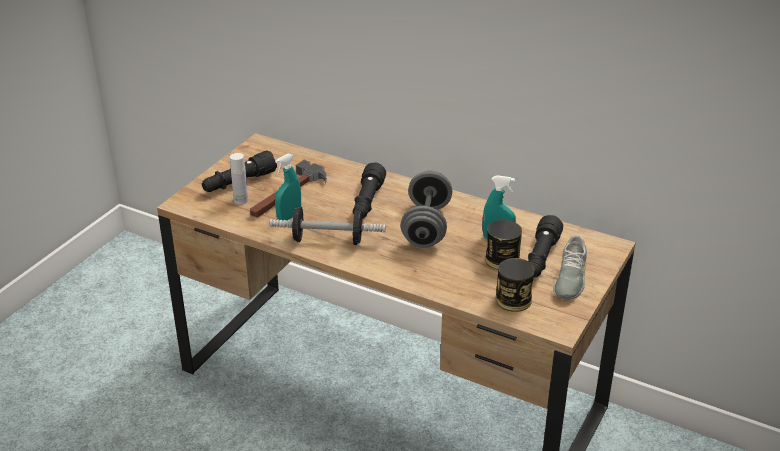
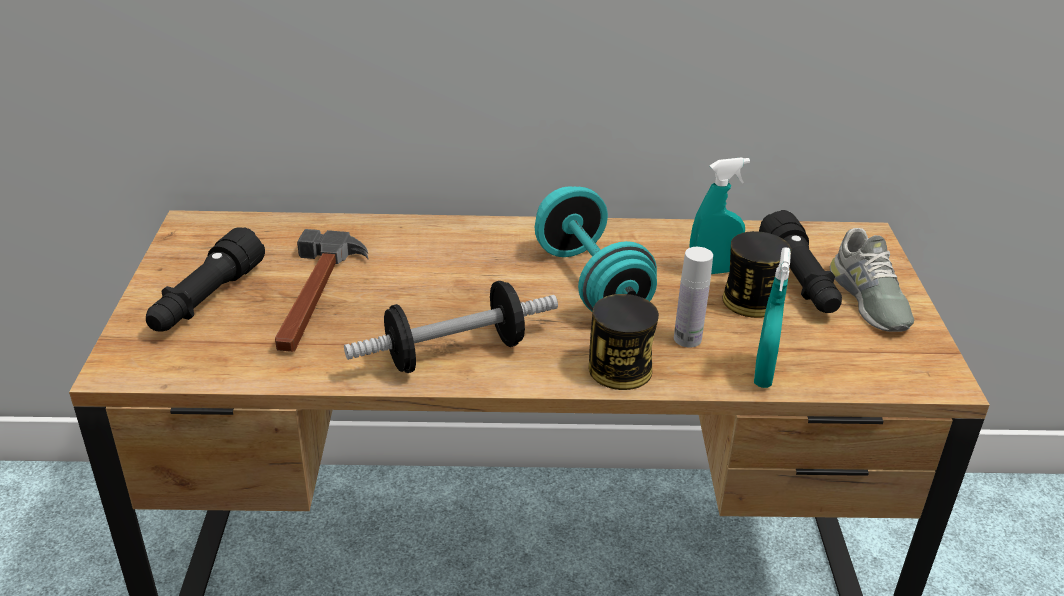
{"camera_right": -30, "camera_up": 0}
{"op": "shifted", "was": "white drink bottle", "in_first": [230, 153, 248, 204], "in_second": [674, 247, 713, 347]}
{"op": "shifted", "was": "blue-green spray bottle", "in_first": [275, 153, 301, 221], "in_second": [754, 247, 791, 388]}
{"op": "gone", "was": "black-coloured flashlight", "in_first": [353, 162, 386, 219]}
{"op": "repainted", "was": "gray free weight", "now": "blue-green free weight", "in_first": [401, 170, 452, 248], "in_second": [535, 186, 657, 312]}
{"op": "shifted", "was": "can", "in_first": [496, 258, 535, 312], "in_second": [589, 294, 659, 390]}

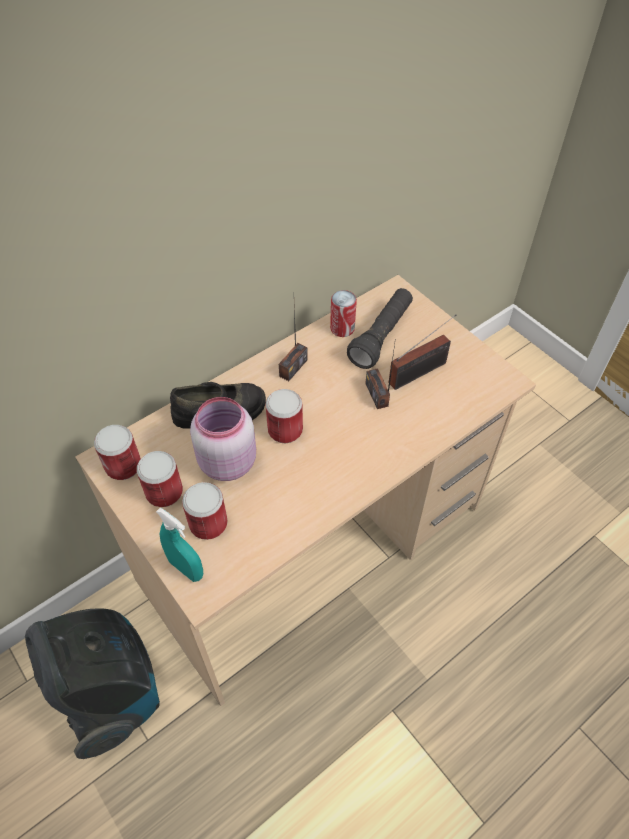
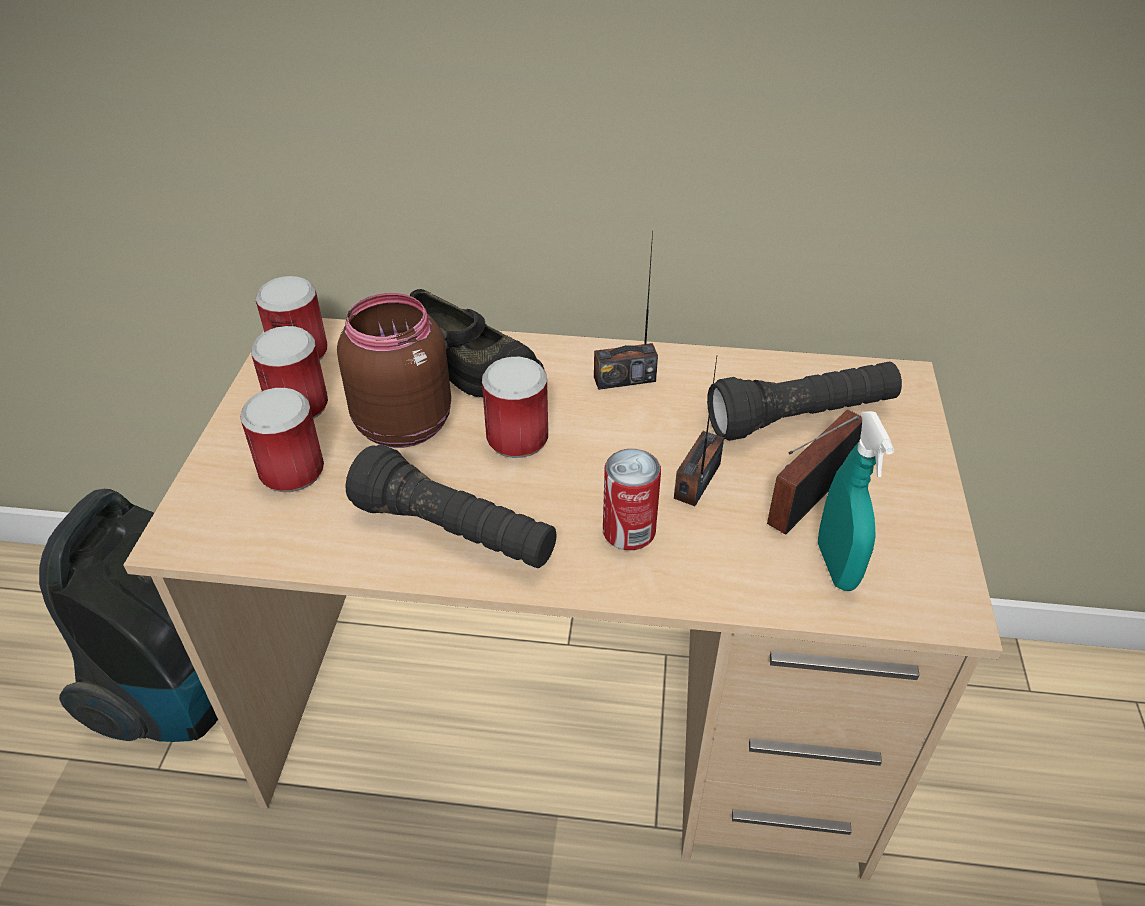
{"camera_right": 45, "camera_up": -10}
{"op": "shifted", "was": "can", "in_first": [330, 290, 357, 337], "in_second": [603, 449, 661, 550]}
{"op": "rotated", "was": "radio", "in_first": [389, 314, 456, 390], "in_second": [767, 409, 862, 534], "clockwise": 120}
{"op": "repainted", "was": "pinkish preserve jar", "now": "brownish preserve jar", "in_first": [190, 397, 256, 481], "in_second": [337, 293, 451, 448]}
{"op": "shifted", "was": "blue-green spray bottle", "in_first": [156, 507, 203, 582], "in_second": [818, 411, 894, 591]}
{"op": "new", "now": "black-coloured flashlight", "in_second": [345, 445, 557, 568]}

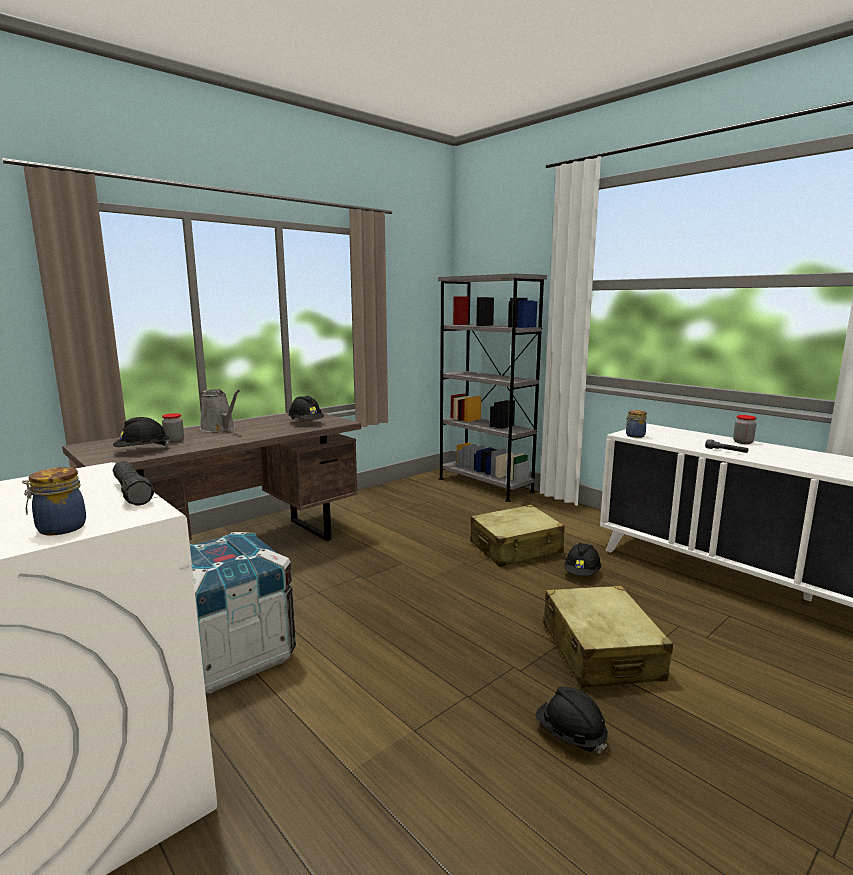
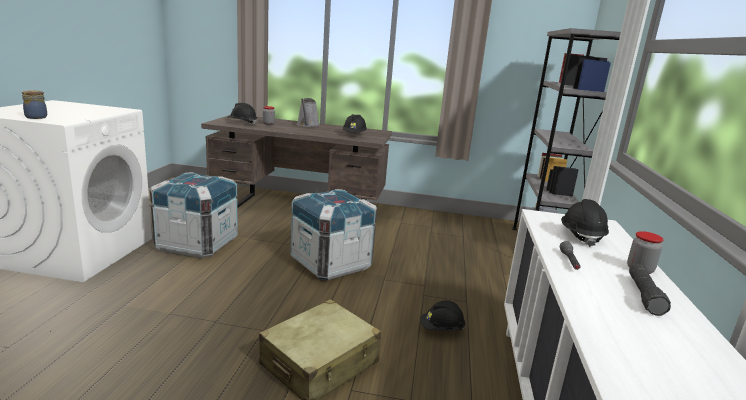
{"camera_right": 50, "camera_up": 5}
{"op": "gone", "was": "preserve jar", "in_first": [625, 410, 647, 438]}
{"op": "shifted", "was": "black-coloured flashlight", "in_first": [113, 461, 154, 506], "in_second": [629, 264, 671, 316]}
{"op": "gone", "was": "beige piece of luggage", "in_first": [470, 505, 565, 567]}
{"op": "shifted", "was": "black-coloured work helmet", "in_first": [535, 687, 608, 754], "in_second": [561, 199, 609, 247]}
{"op": "new", "now": "crate", "in_second": [290, 189, 377, 280]}

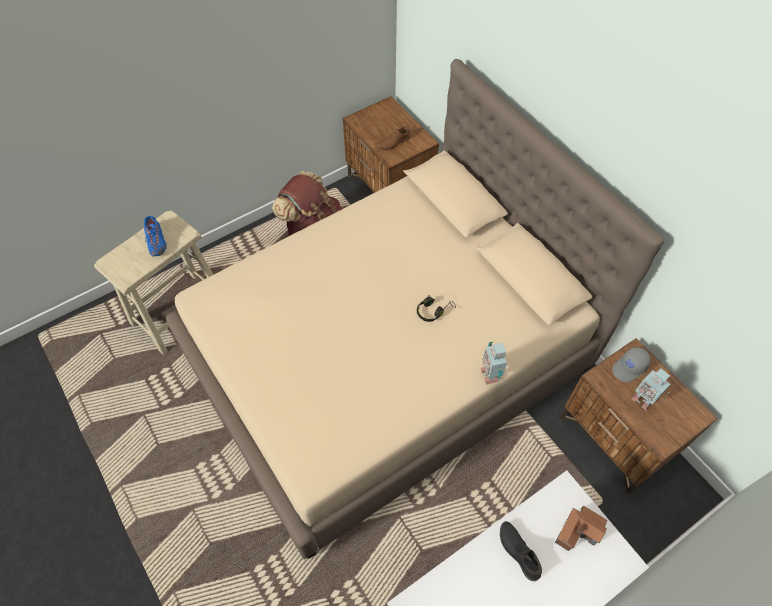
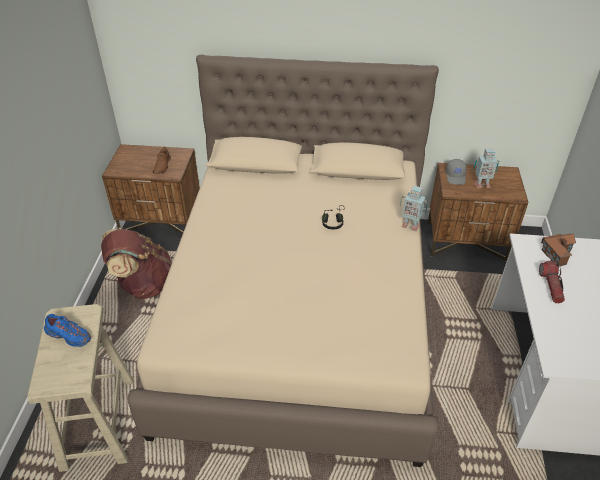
{"camera_right": -50, "camera_up": -15}
{"op": "swapped", "was": "black-coloured shoe", "now": "flashlight", "in_first": [500, 521, 542, 581], "in_second": [539, 261, 565, 303]}

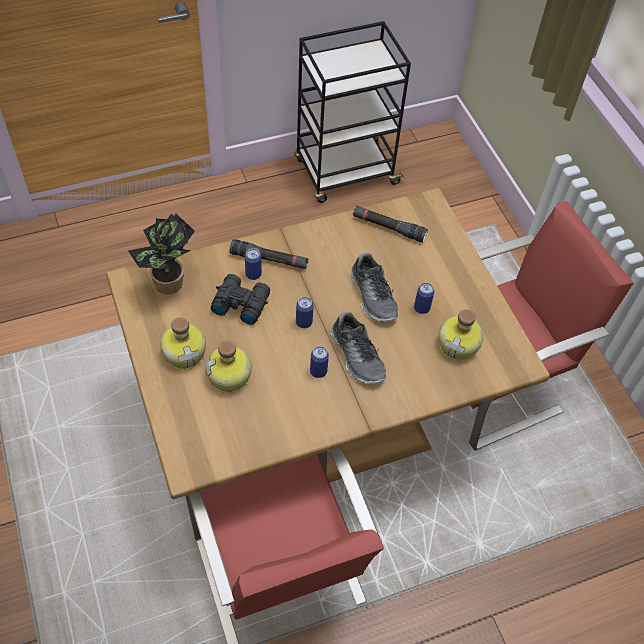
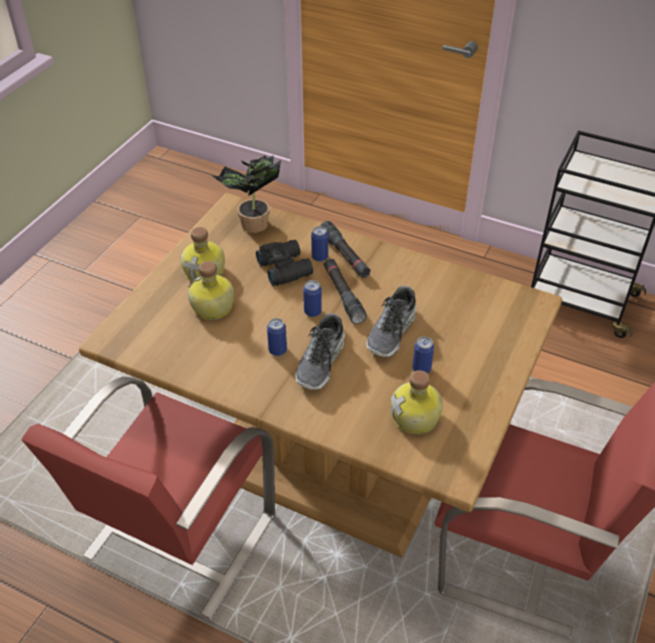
{"camera_right": 50, "camera_up": -10}
{"op": "shifted", "was": "black-coloured flashlight", "in_first": [353, 206, 428, 243], "in_second": [324, 259, 367, 324]}

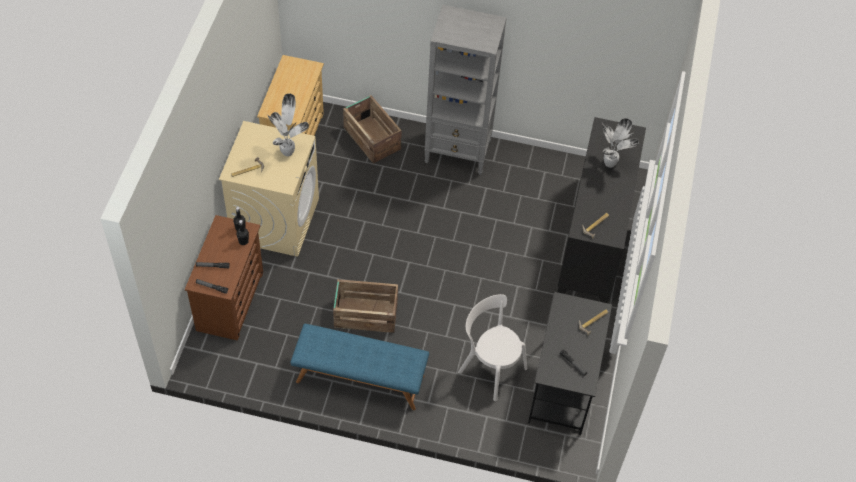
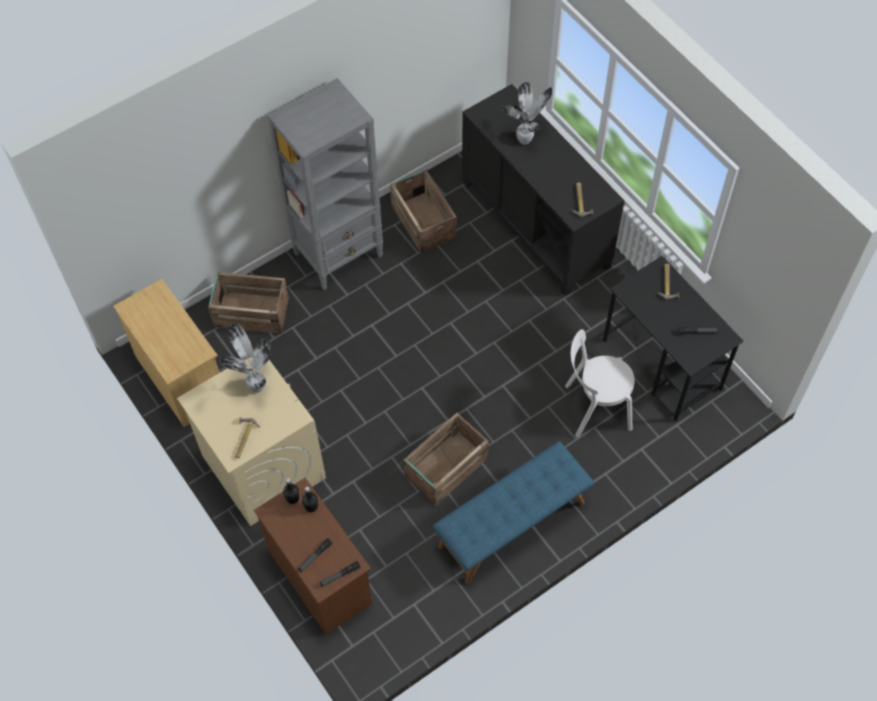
{"camera_right": -45, "camera_up": 5}
{"op": "new", "now": "crate", "in_second": [390, 169, 457, 253]}

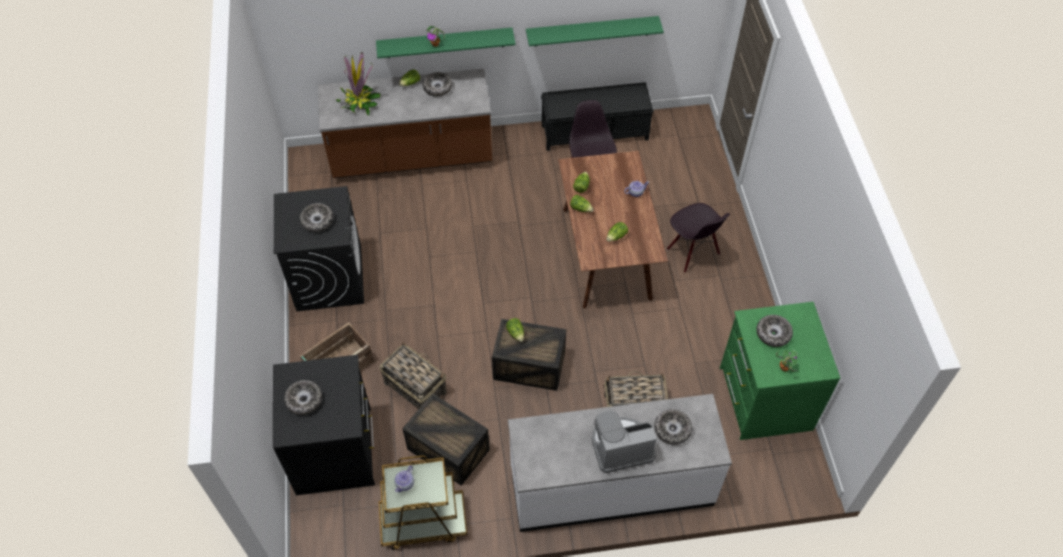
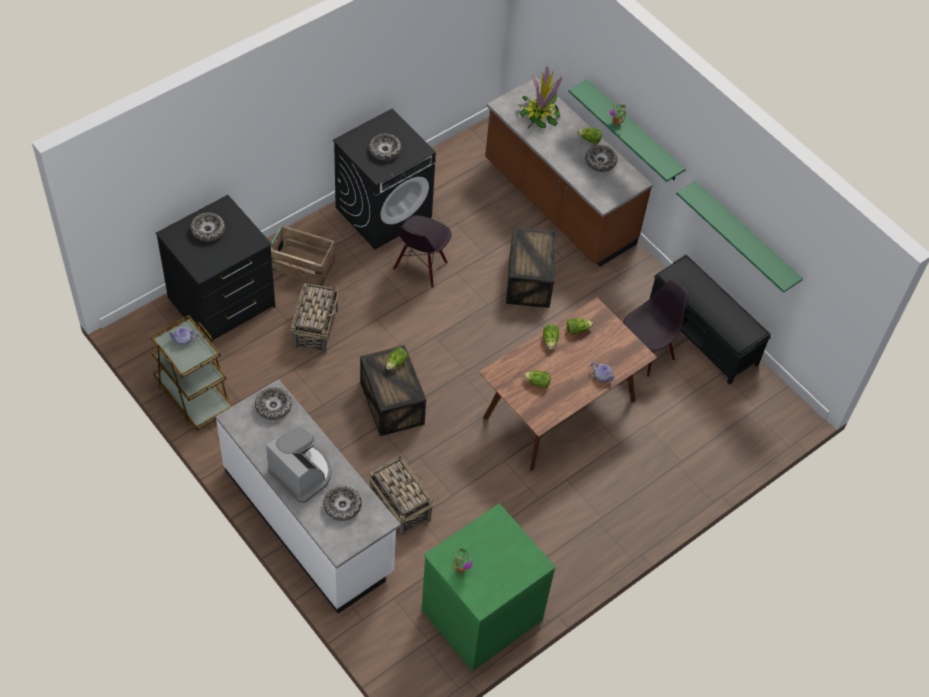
{"camera_right": 55, "camera_up": 0}
{"op": "shifted", "was": "black-coloured chair", "in_first": [667, 203, 730, 273], "in_second": [393, 215, 452, 288]}
{"op": "shifted", "was": "bowl", "in_first": [756, 315, 793, 347], "in_second": [255, 387, 292, 420]}
{"op": "shifted", "was": "crate", "in_first": [402, 393, 490, 486], "in_second": [506, 227, 557, 308]}

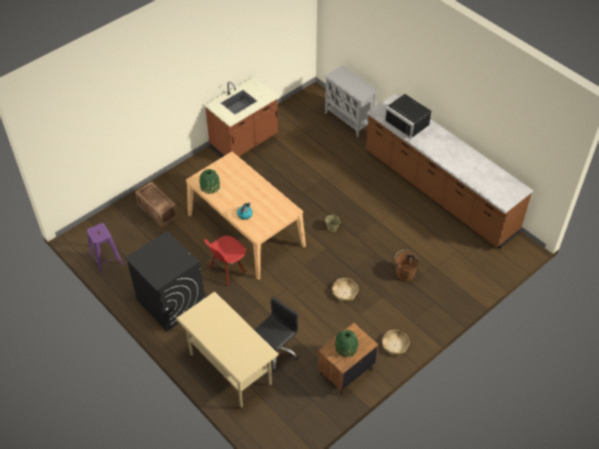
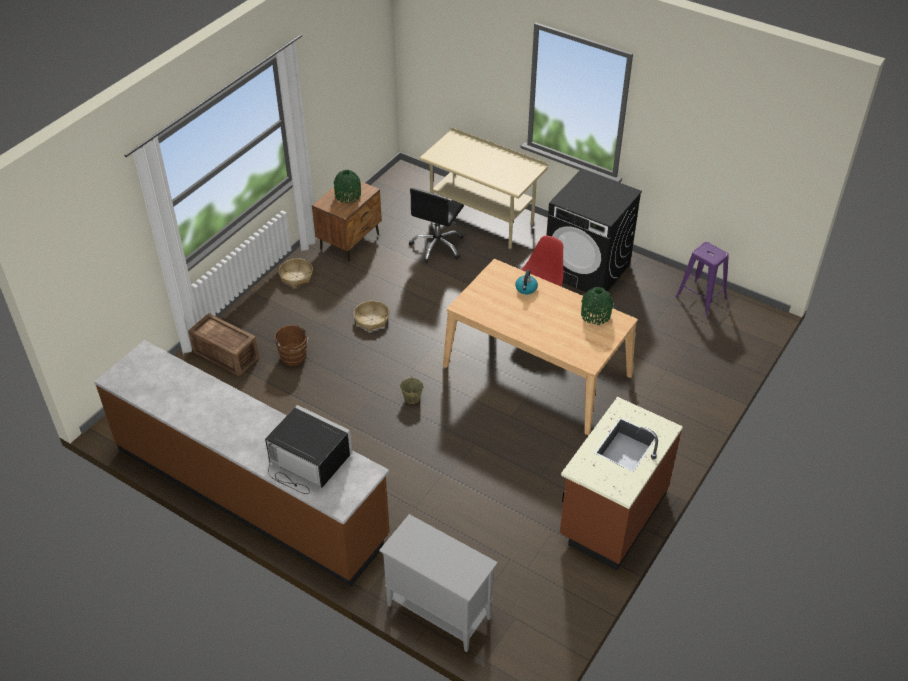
{"camera_right": 165, "camera_up": -5}
{"op": "shifted", "was": "crate", "in_first": [135, 182, 178, 227], "in_second": [188, 313, 259, 376]}

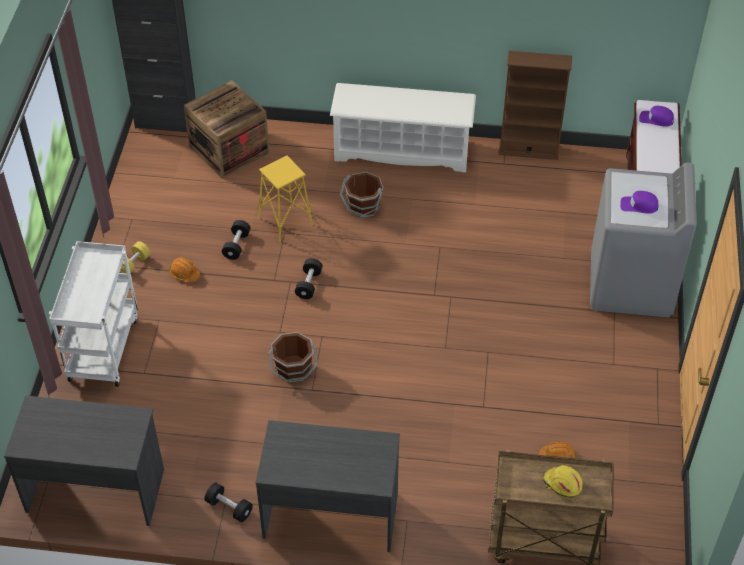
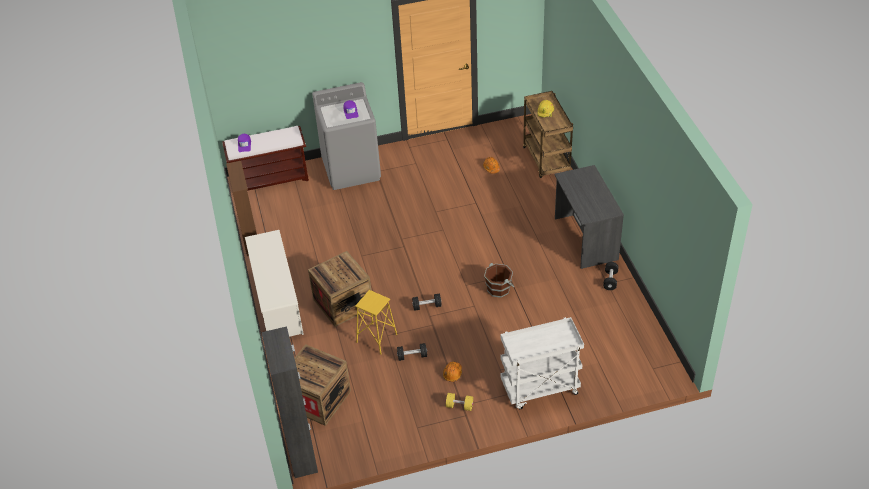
{"camera_right": -110, "camera_up": -5}
{"op": "swapped", "was": "brownish bucket", "now": "crate", "in_first": [340, 172, 384, 218], "in_second": [308, 251, 371, 327]}
{"op": "gone", "was": "gray desk", "in_first": [4, 395, 164, 526]}

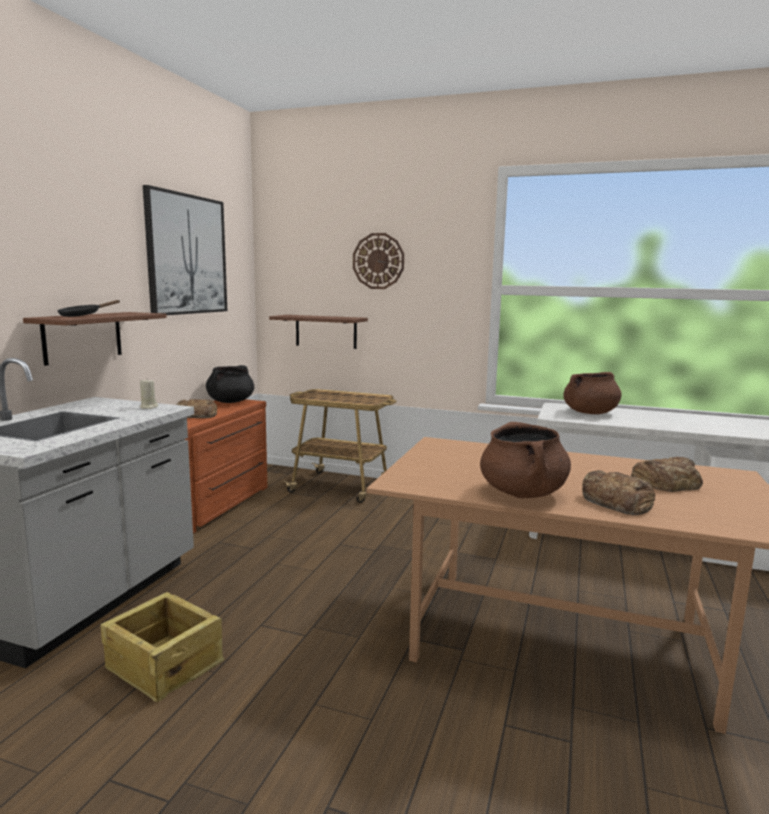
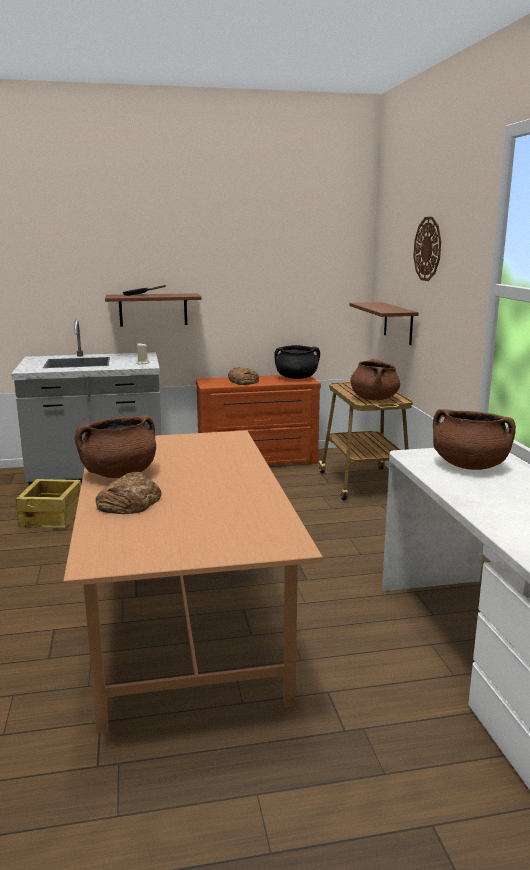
{"camera_right": 60, "camera_up": 5}
{"op": "gone", "was": "wall art", "in_first": [143, 185, 227, 315]}
{"op": "gone", "was": "baked bread", "in_first": [631, 457, 703, 492]}
{"op": "new", "now": "brownish cooking pot", "in_second": [350, 359, 400, 400]}

